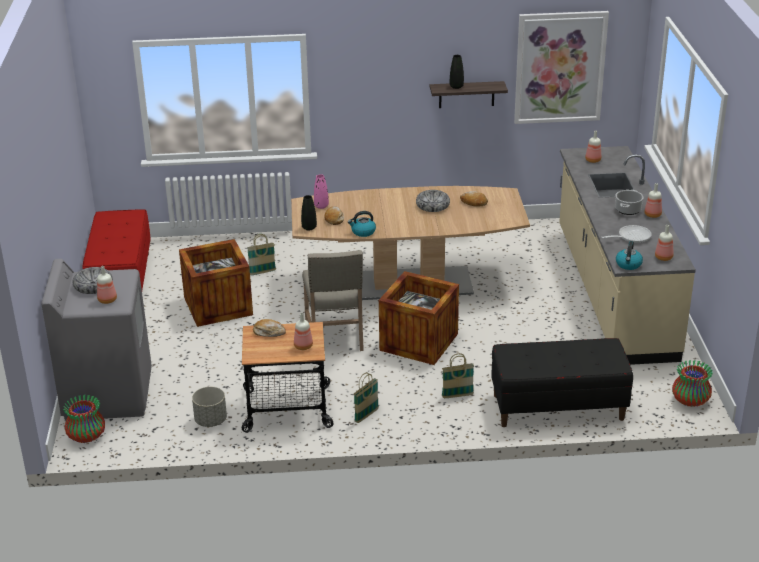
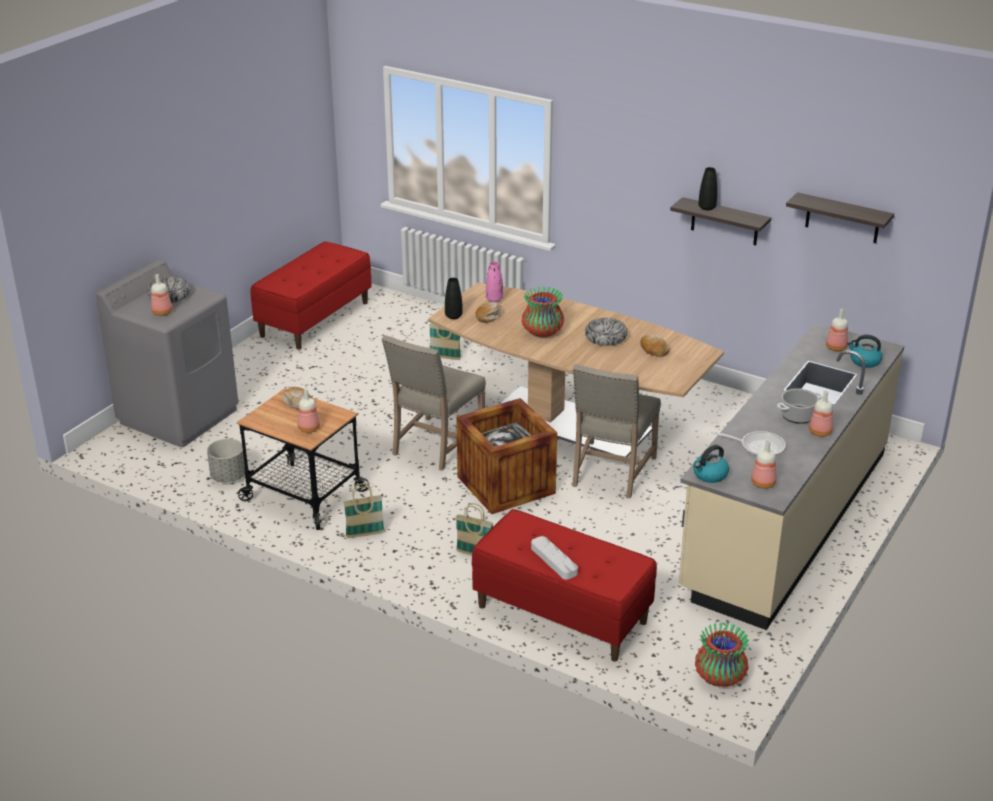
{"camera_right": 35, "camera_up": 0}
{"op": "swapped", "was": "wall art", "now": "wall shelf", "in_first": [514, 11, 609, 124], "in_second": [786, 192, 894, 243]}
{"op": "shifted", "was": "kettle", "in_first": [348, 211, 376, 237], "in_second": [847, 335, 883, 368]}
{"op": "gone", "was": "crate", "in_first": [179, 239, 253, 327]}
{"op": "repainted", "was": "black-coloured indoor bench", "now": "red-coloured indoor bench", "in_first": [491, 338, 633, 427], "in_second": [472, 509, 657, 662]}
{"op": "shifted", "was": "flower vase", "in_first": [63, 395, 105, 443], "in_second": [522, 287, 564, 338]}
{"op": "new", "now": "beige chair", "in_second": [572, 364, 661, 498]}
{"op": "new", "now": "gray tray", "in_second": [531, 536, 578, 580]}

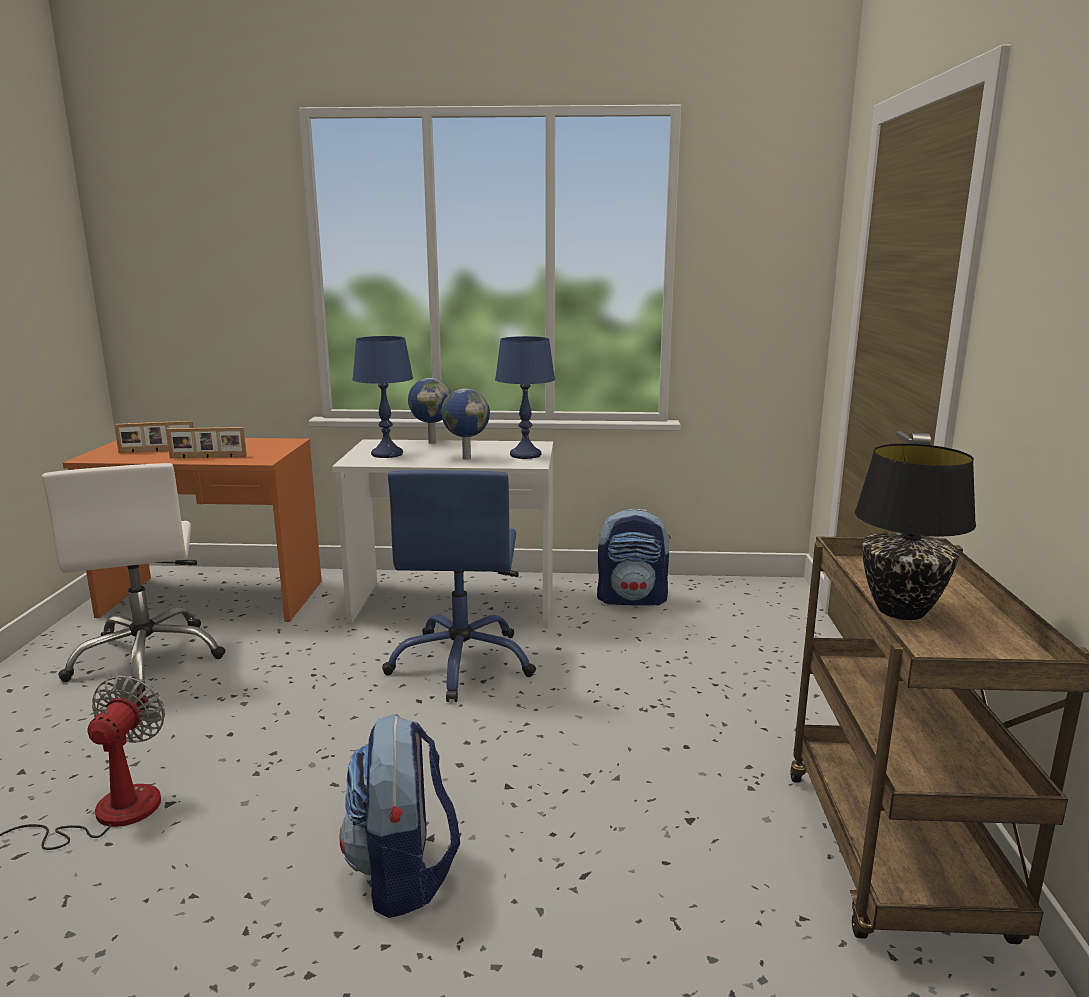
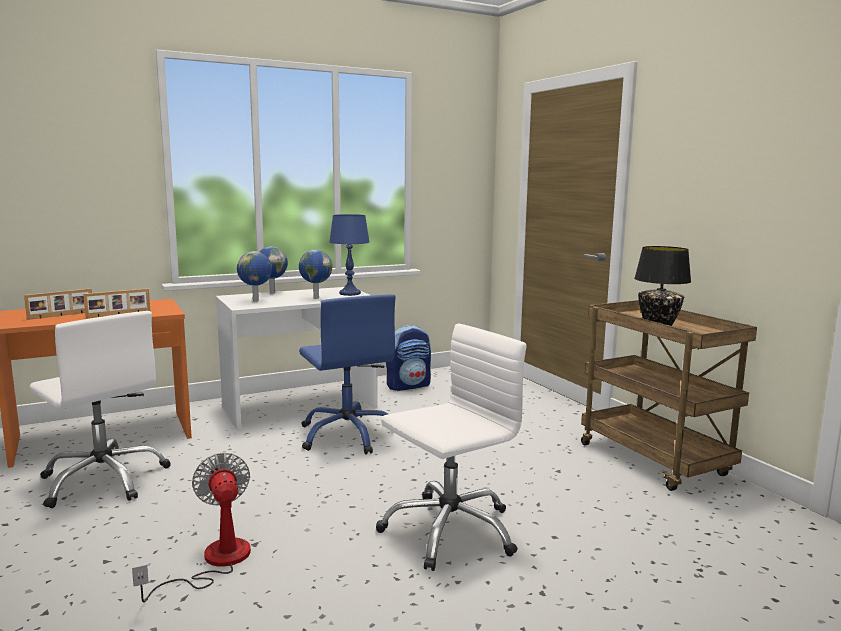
{"camera_right": -30, "camera_up": -5}
{"op": "swapped", "was": "blue lamp for a table", "now": "desk globe", "in_first": [352, 336, 413, 458], "in_second": [237, 251, 272, 302]}
{"op": "swapped", "was": "backpack", "now": "white desk chair", "in_first": [340, 714, 460, 918], "in_second": [376, 323, 526, 571]}

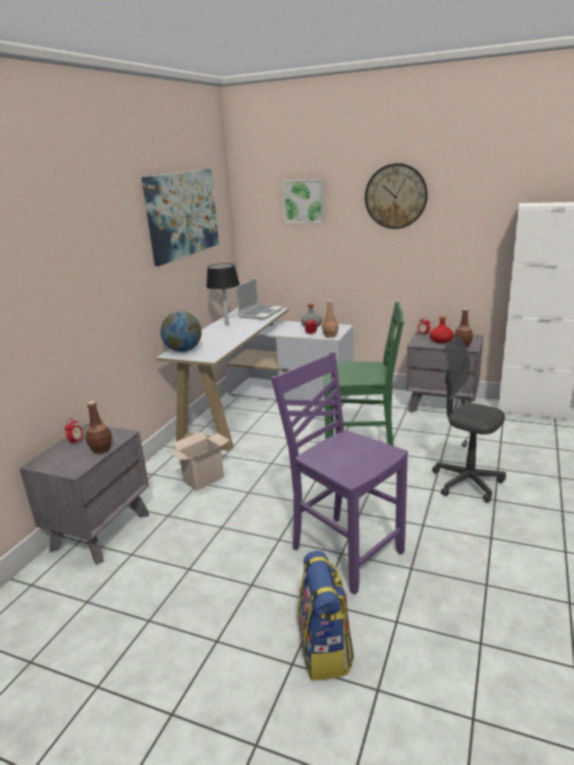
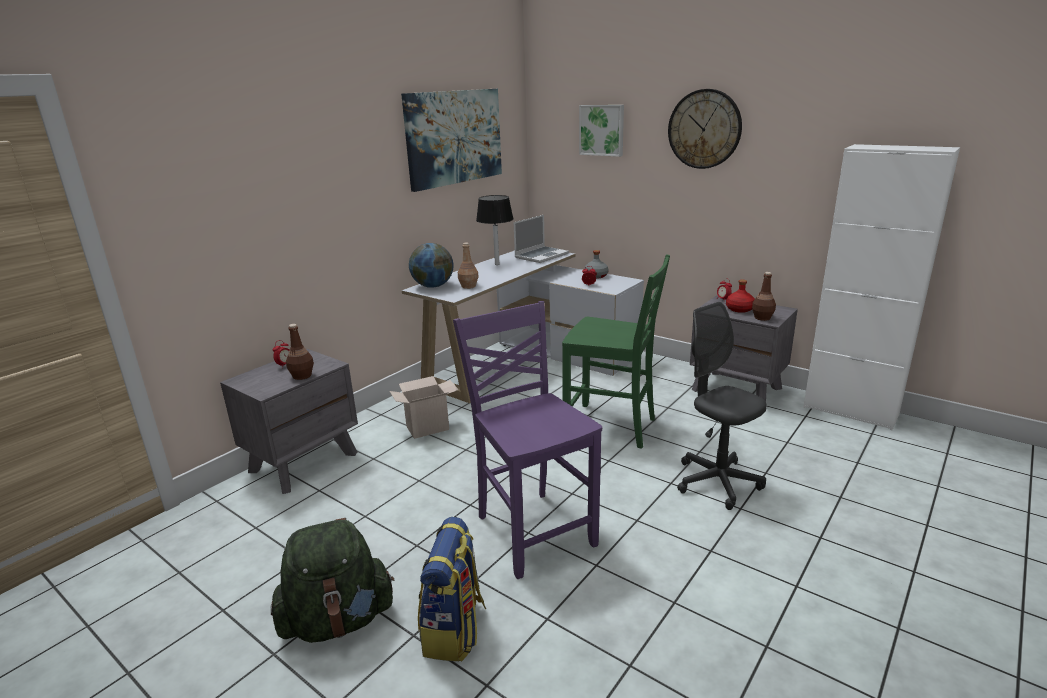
{"camera_right": 15, "camera_up": 0}
{"op": "shifted", "was": "brownish drink bottle", "in_first": [322, 300, 339, 338], "in_second": [458, 243, 479, 289]}
{"op": "new", "now": "green-coloured backpack", "in_second": [271, 518, 395, 643]}

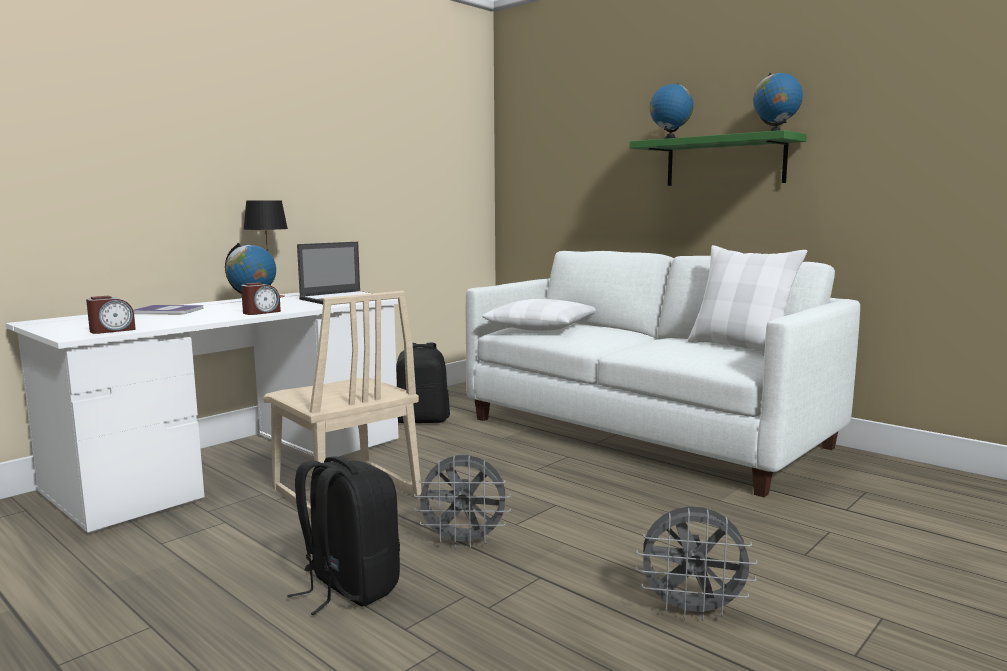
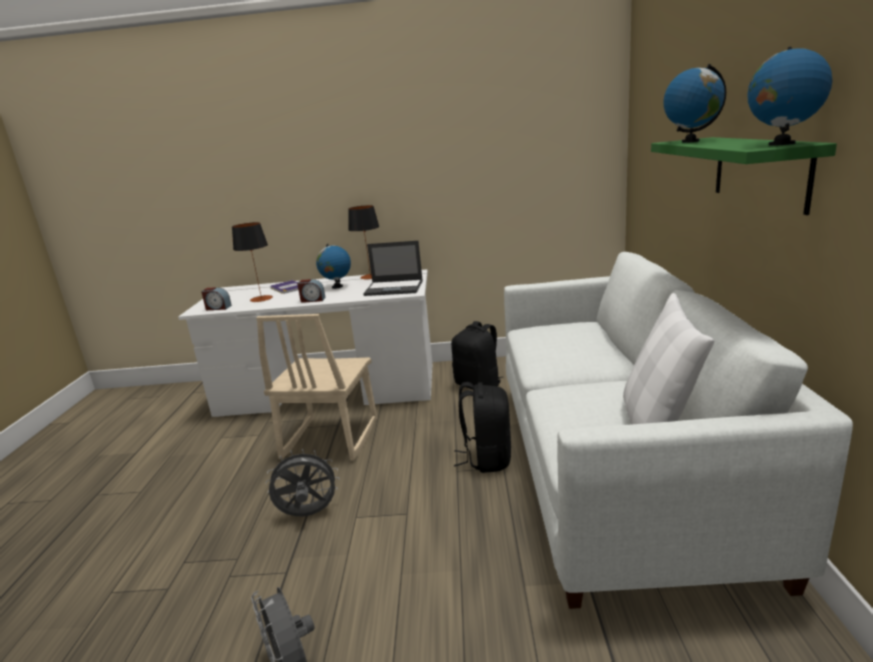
{"camera_right": 50, "camera_up": 10}
{"op": "gone", "was": "white throw pillow", "in_first": [483, 299, 596, 331]}
{"op": "rotated", "was": "gray cooling fan", "in_first": [414, 455, 511, 548], "in_second": [265, 448, 340, 516], "clockwise": 120}
{"op": "shifted", "was": "black-coloured backpack", "in_first": [287, 457, 400, 615], "in_second": [454, 382, 511, 473]}
{"op": "new", "now": "lamp for a table", "in_second": [232, 222, 273, 302]}

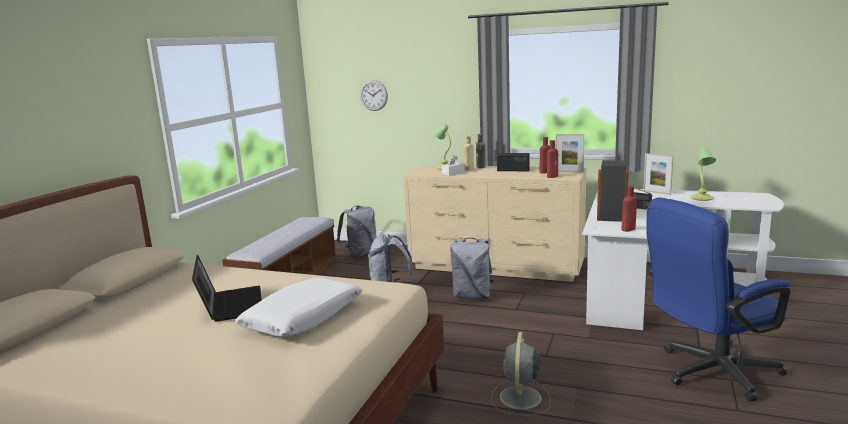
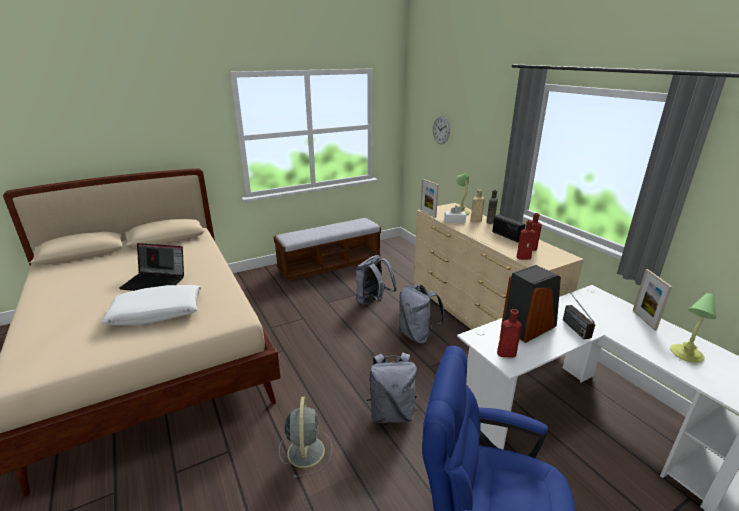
{"camera_right": 40, "camera_up": 10}
{"op": "shifted", "was": "photo frame", "in_first": [556, 134, 584, 172], "in_second": [420, 179, 439, 218]}
{"op": "shifted", "was": "gray backpack", "in_first": [337, 205, 377, 257], "in_second": [367, 352, 417, 423]}
{"op": "rotated", "was": "notebook computer", "in_first": [192, 255, 262, 322], "in_second": [119, 243, 184, 291], "clockwise": 75}
{"op": "rotated", "was": "gray cooling fan", "in_first": [491, 332, 551, 416], "in_second": [279, 397, 332, 478], "clockwise": 120}

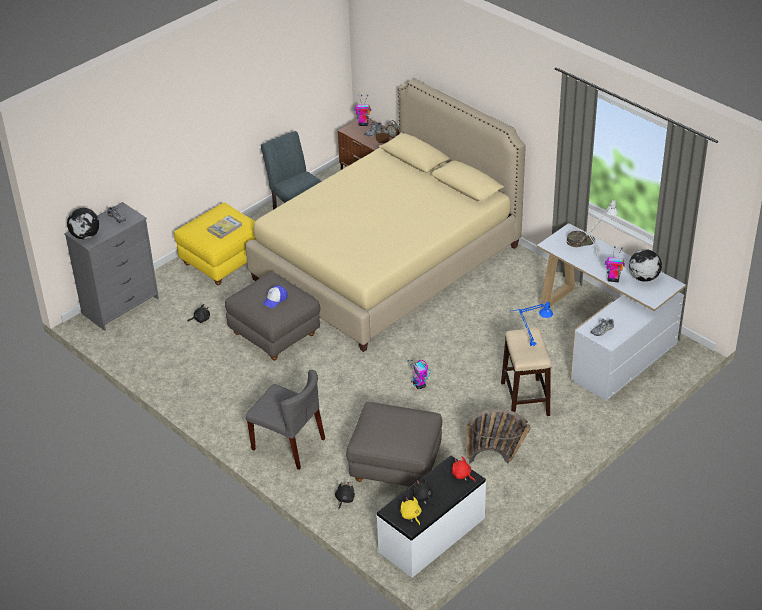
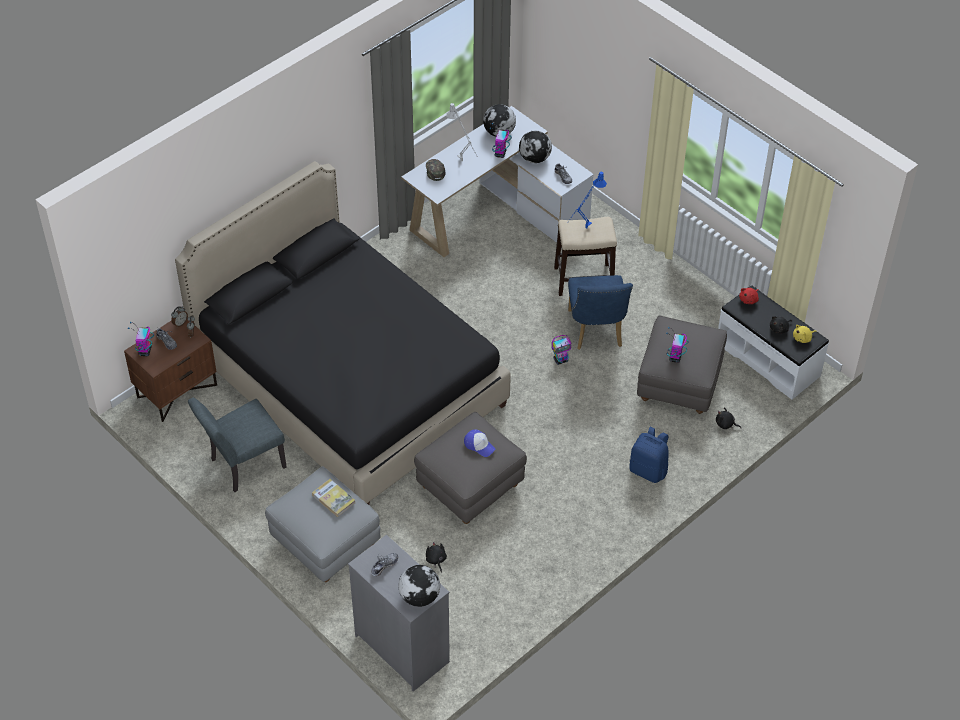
{"camera_right": -90, "camera_up": 10}
{"op": "repainted", "was": "beige sleeping bed", "now": "black-coloured sleeping bed", "in_first": [245, 79, 526, 352], "in_second": [175, 161, 511, 505]}
{"op": "repainted", "was": "yellow footrest", "now": "gray footrest", "in_first": [174, 203, 256, 285], "in_second": [265, 466, 381, 582]}
{"op": "swapped", "was": "gray chair", "now": "blue backpack", "in_first": [246, 370, 325, 470], "in_second": [629, 427, 669, 483]}
{"op": "gone", "was": "household basket", "in_first": [466, 409, 531, 464]}
{"op": "new", "now": "desk globe", "in_second": [519, 130, 552, 163]}
{"op": "new", "now": "blue chair", "in_second": [568, 275, 633, 350]}
{"op": "new", "now": "model robot", "in_second": [666, 327, 689, 363]}

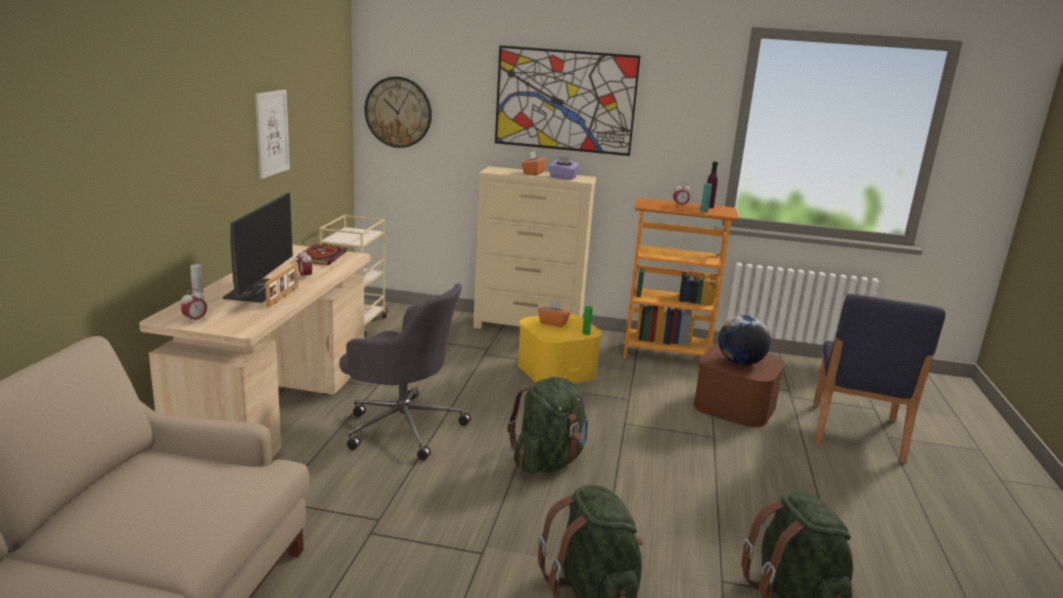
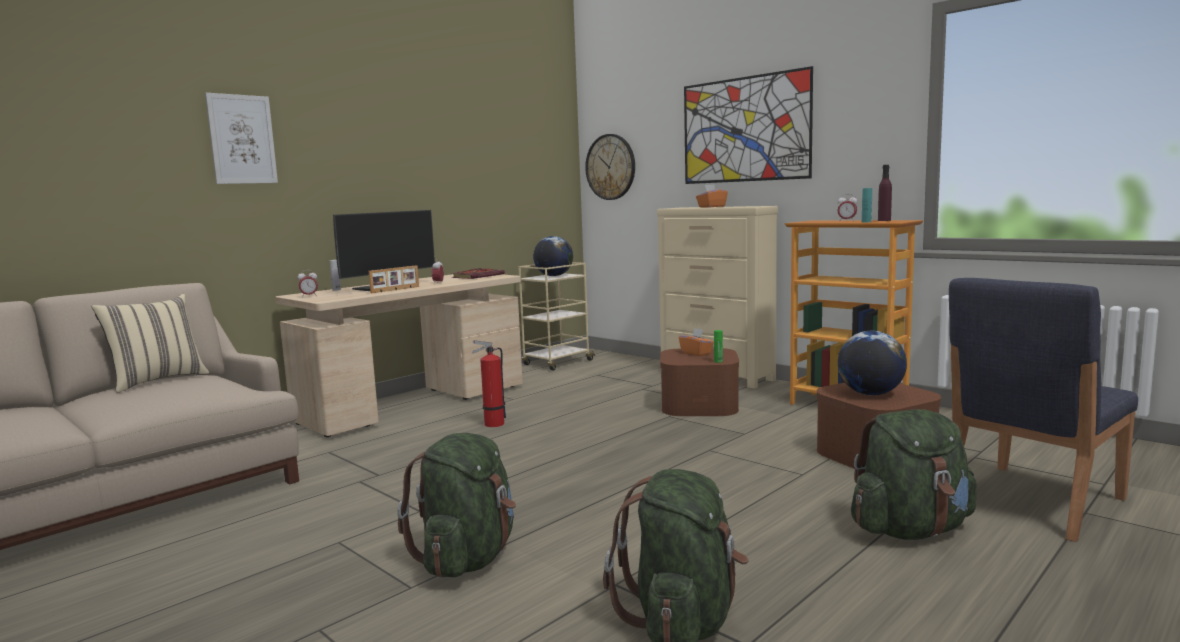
{"camera_right": 35, "camera_up": -10}
{"op": "shifted", "was": "wall art", "in_first": [255, 90, 290, 179], "in_second": [205, 93, 278, 184]}
{"op": "gone", "was": "purple tissue box", "in_first": [548, 156, 580, 180]}
{"op": "swapped", "was": "gray desk chair", "now": "fire extinguisher", "in_first": [339, 283, 471, 460], "in_second": [472, 340, 506, 427]}
{"op": "repainted", "was": "yellow storage box", "now": "brownish storage box", "in_first": [518, 314, 602, 383], "in_second": [660, 348, 739, 416]}
{"op": "shifted", "was": "green-coloured backpack", "in_first": [507, 377, 588, 473], "in_second": [851, 409, 977, 540]}
{"op": "new", "now": "desk globe", "in_second": [533, 236, 573, 276]}
{"op": "new", "now": "beige throw pillow", "in_second": [92, 294, 209, 393]}

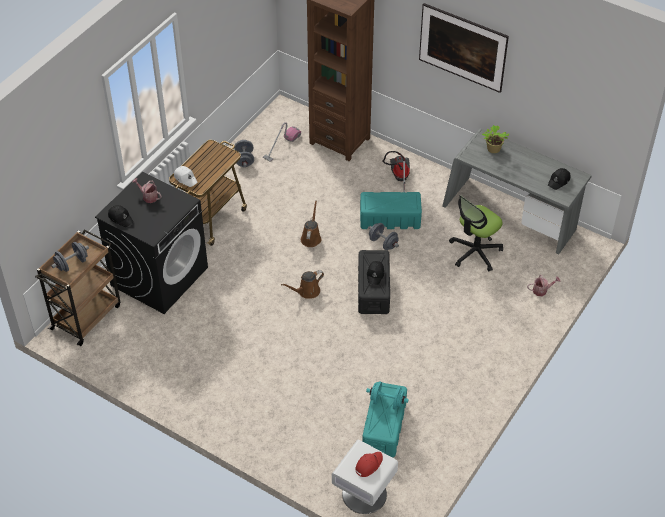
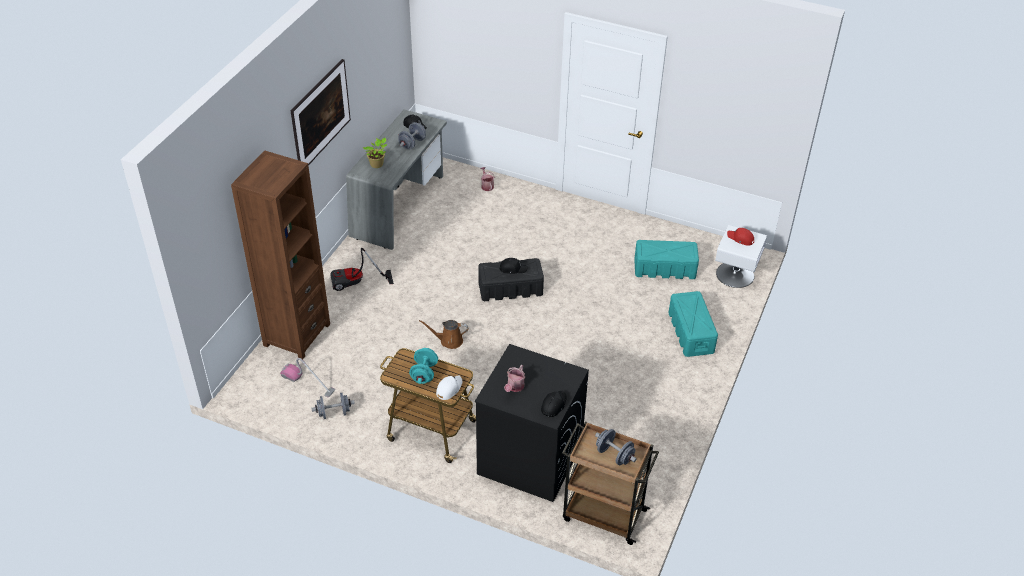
{"camera_right": -100, "camera_up": -5}
{"op": "shifted", "was": "blue-green storage box", "in_first": [360, 192, 422, 229], "in_second": [668, 291, 718, 357]}
{"op": "gone", "was": "desk chair", "in_first": [449, 195, 503, 271]}
{"op": "shifted", "was": "gray free weight", "in_first": [369, 223, 399, 250], "in_second": [398, 122, 426, 149]}
{"op": "gone", "was": "brownish sprinkling can", "in_first": [281, 270, 324, 299]}
{"op": "shifted", "was": "blue-green free weight", "in_first": [366, 381, 409, 410], "in_second": [409, 348, 438, 384]}

